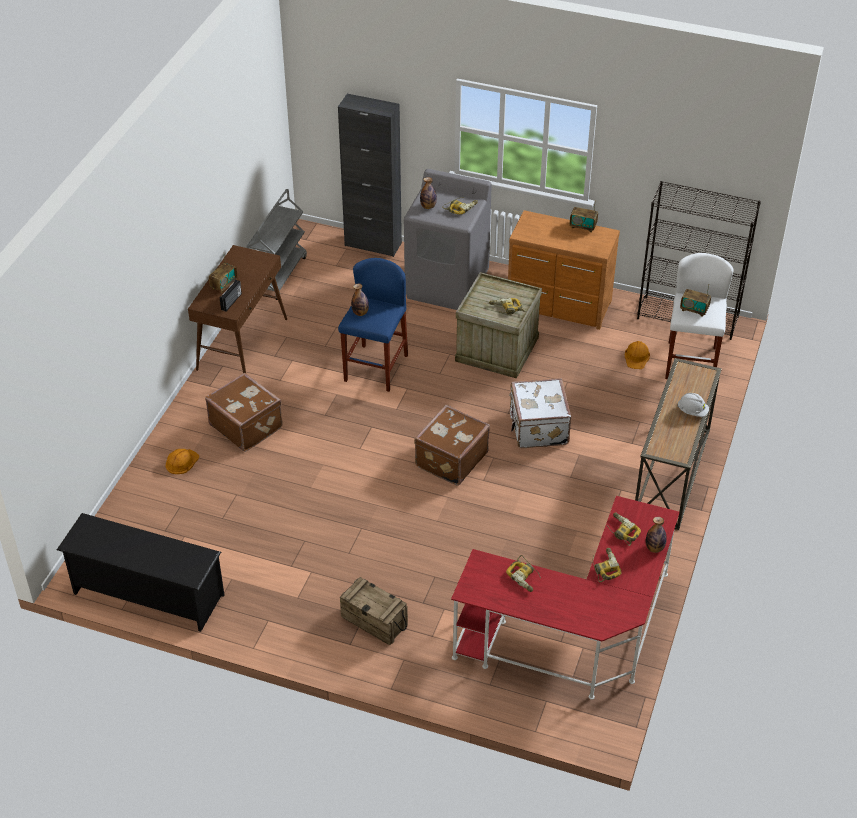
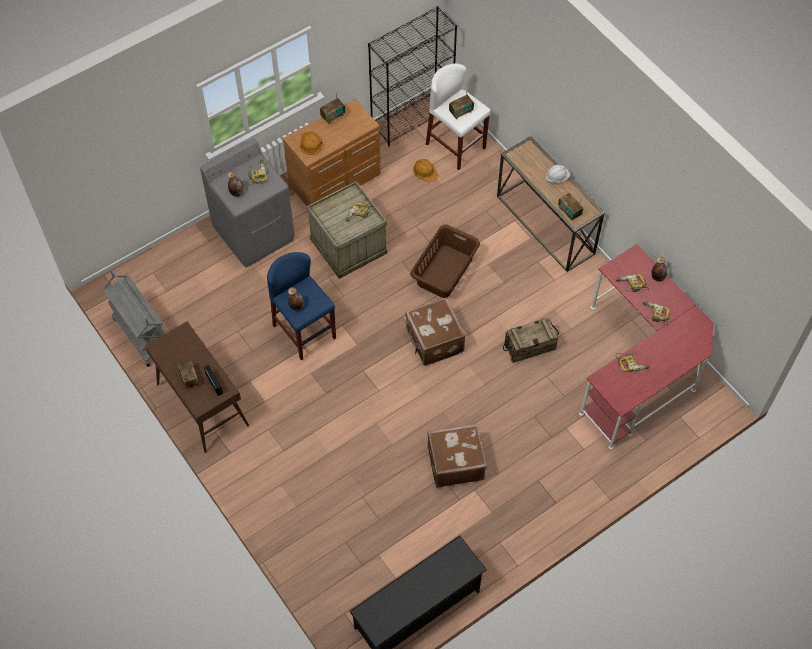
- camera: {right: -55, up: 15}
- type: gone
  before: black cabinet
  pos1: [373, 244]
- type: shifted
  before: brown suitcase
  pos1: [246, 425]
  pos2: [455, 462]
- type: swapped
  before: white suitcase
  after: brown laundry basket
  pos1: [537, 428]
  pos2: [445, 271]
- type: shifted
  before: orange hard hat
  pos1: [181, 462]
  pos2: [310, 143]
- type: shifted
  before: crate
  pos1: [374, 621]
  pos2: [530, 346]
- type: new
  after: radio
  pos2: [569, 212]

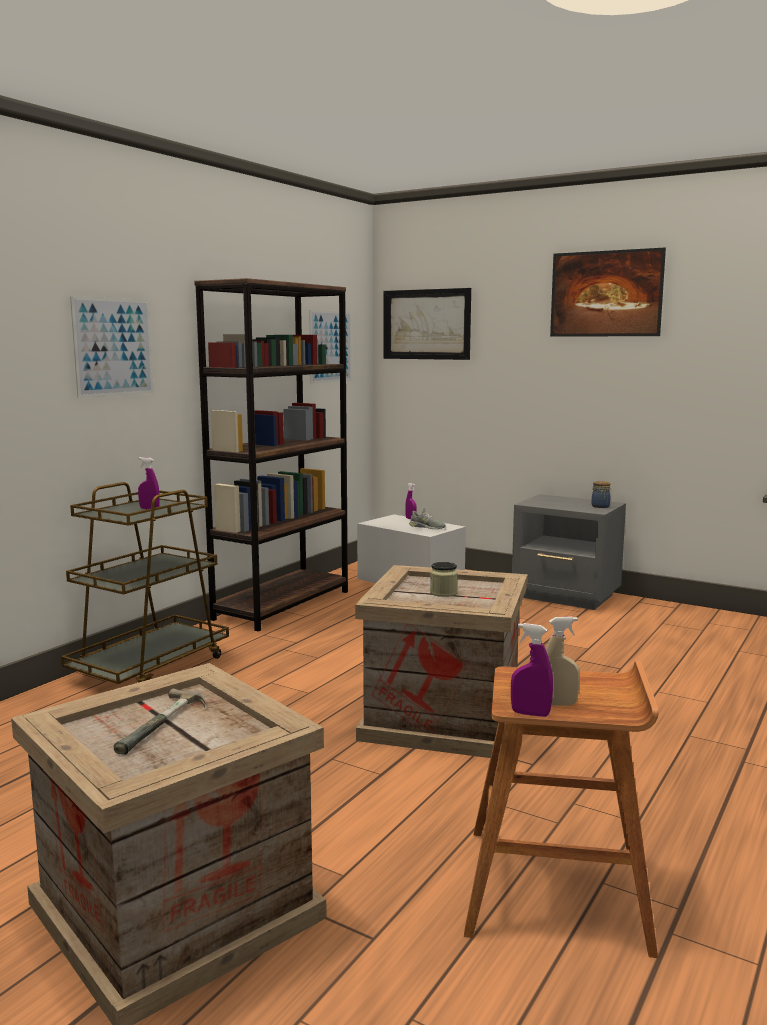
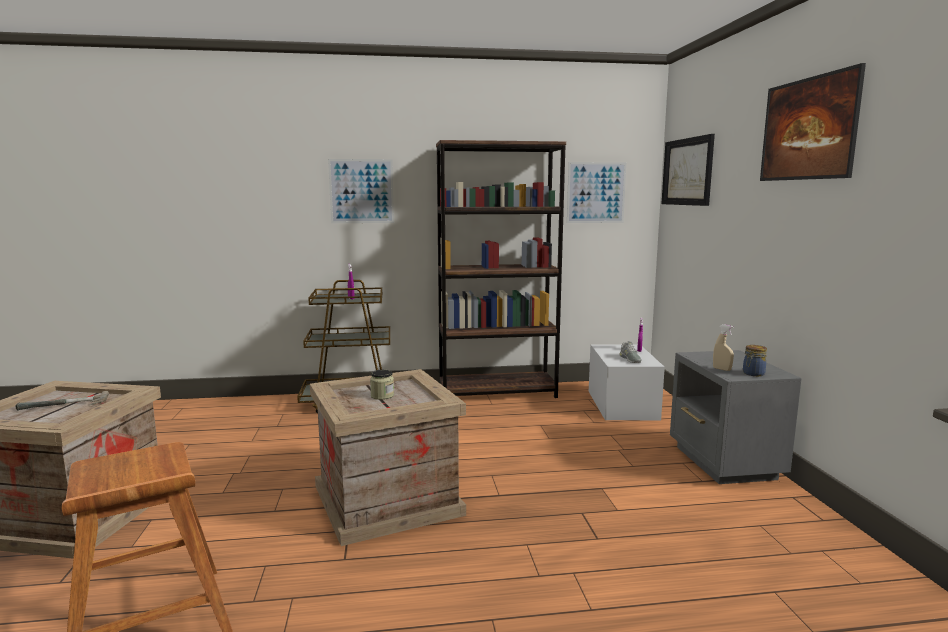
- camera: {right: 50, up: 0}
- type: shifted
  before: beige spray bottle
  pos1: [558, 704]
  pos2: [722, 369]
- type: gone
  before: purple spray bottle
  pos1: [530, 714]

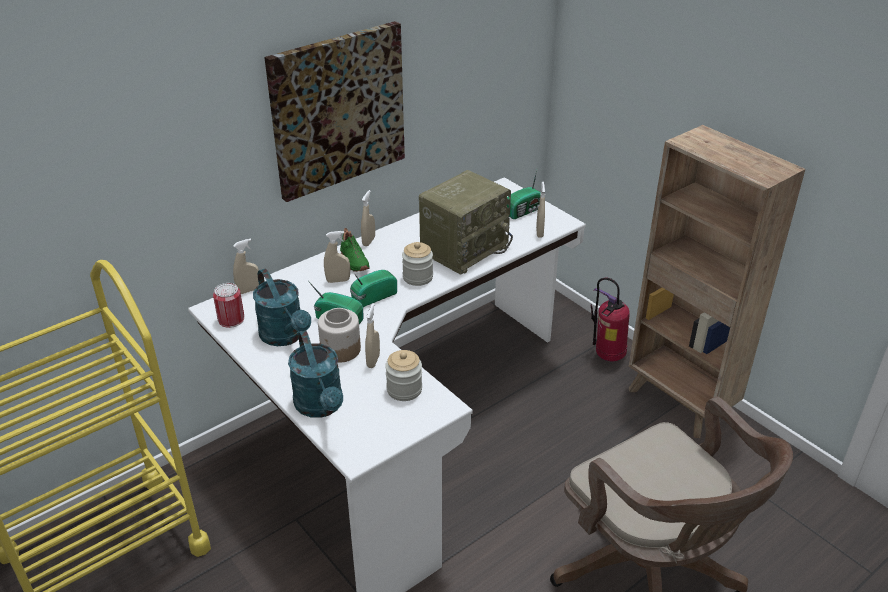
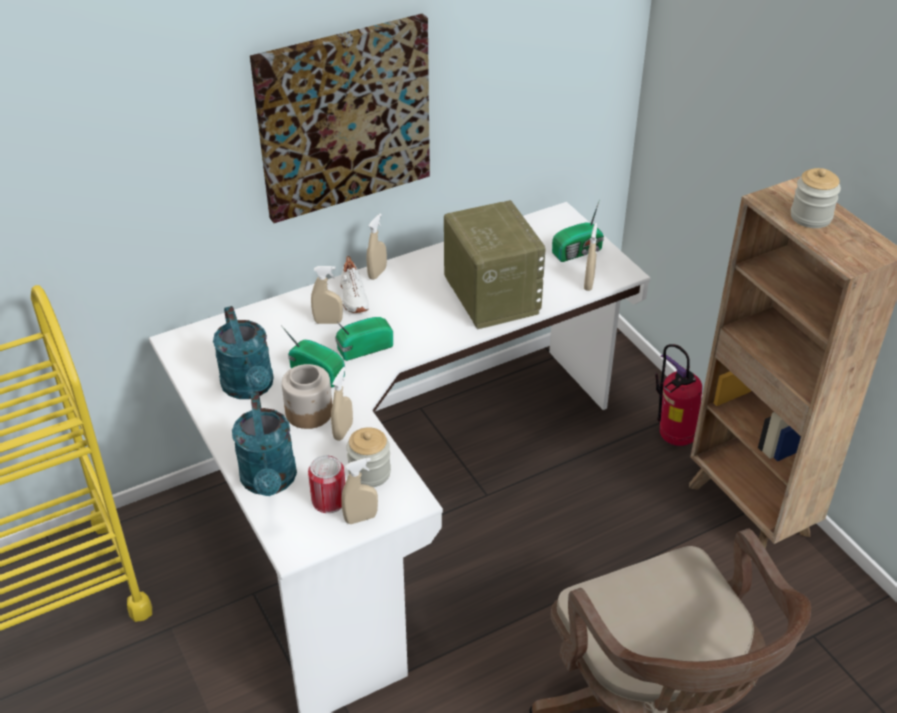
- camera: {right: 10, up: 5}
- type: rotated
  before: radio
  pos1: [464, 248]
  pos2: [490, 296]
  turn: -75
- type: repainted
  before: green shoe
  after: white shoe
  pos1: [353, 261]
  pos2: [352, 297]
- type: shifted
  before: beige spray bottle
  pos1: [249, 290]
  pos2: [361, 518]
- type: shifted
  before: jar
  pos1: [417, 277]
  pos2: [810, 217]
- type: shifted
  before: can
  pos1: [231, 319]
  pos2: [329, 500]

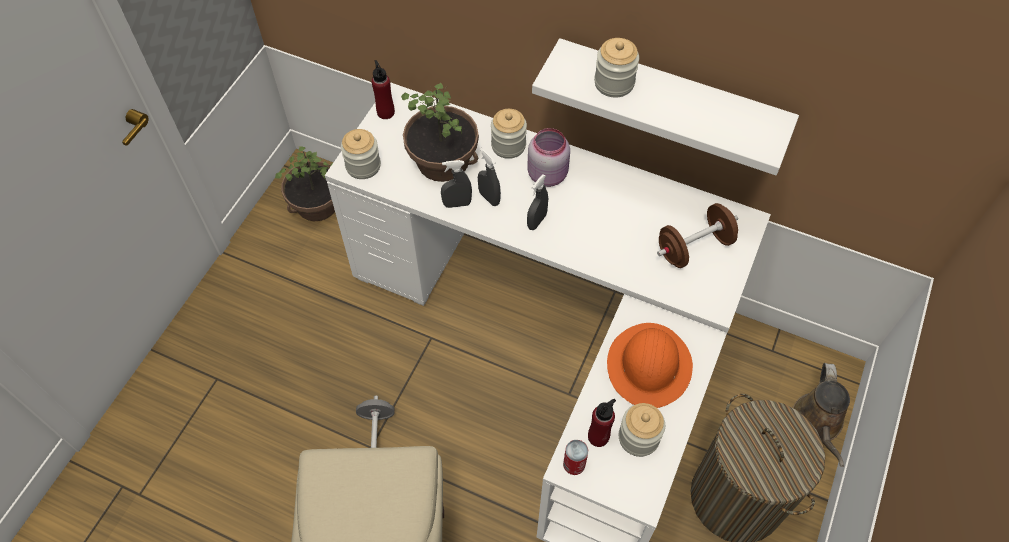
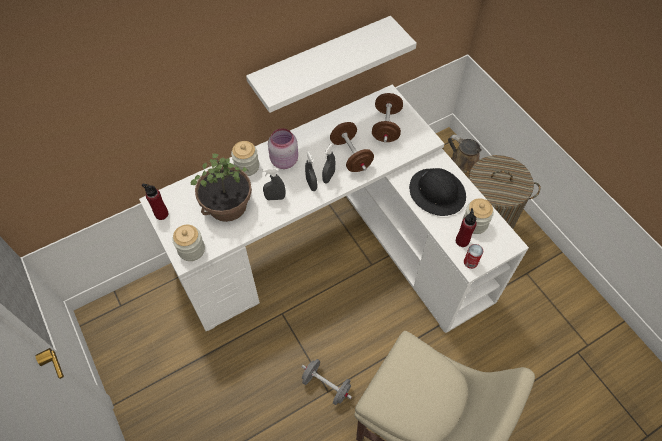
- camera: {right: -55, up: 0}
- type: gone
  before: jar
  pos1: [614, 83]
- type: gone
  before: potted plant
  pos1: [317, 204]
- type: shifted
  before: grey spray bottle
  pos1: [457, 204]
  pos2: [328, 177]
- type: repainted
  before: orange hard hat
  after: black hard hat
  pos1: [649, 366]
  pos2: [437, 192]
- type: new
  after: brown dumbbell
  pos2: [351, 155]

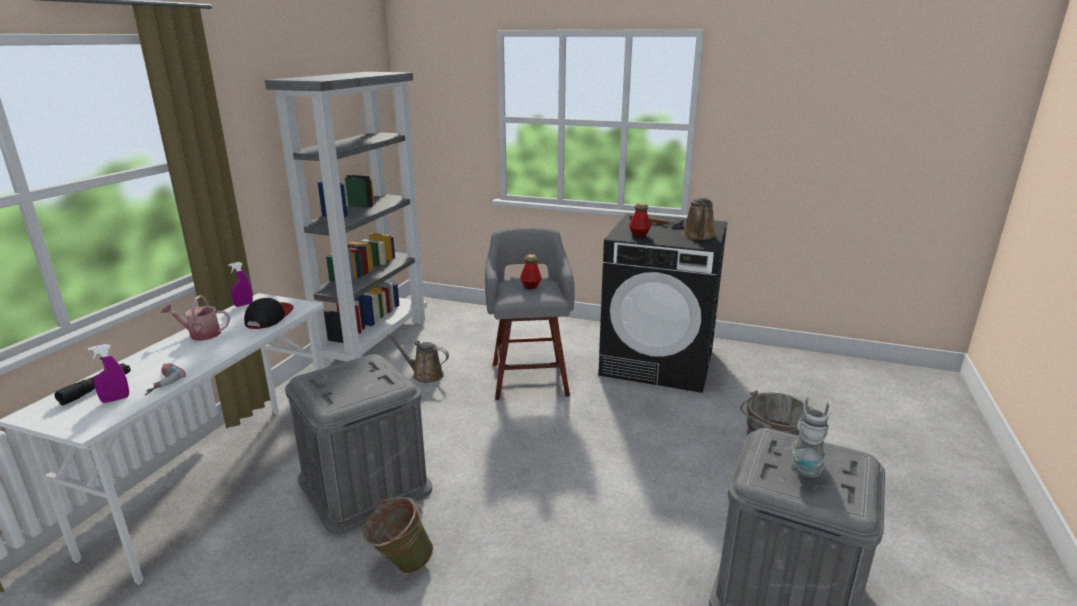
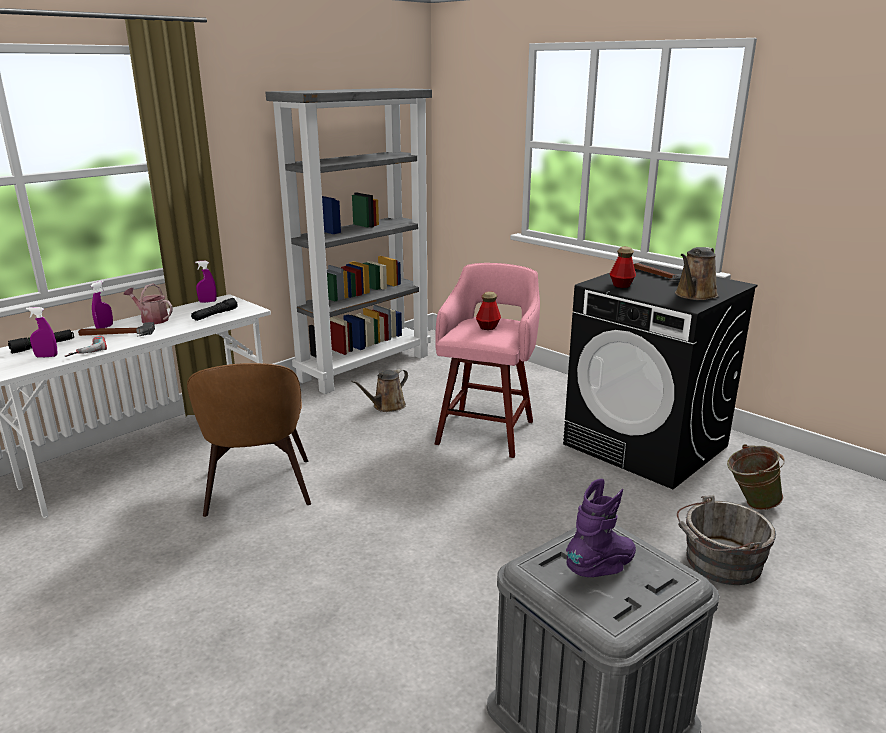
- camera: {right: 25, up: 0}
- type: repainted
  before: grey stool
  after: pink stool
  pos1: [529, 377]
  pos2: [486, 431]
- type: swapped
  before: cap
  after: black flashlight
  pos1: [269, 317]
  pos2: [215, 315]
- type: rotated
  before: brown watering can
  pos1: [425, 374]
  pos2: [386, 406]
  turn: -90
- type: swapped
  before: grey storage box
  after: brown chair
  pos1: [364, 484]
  pos2: [258, 489]
- type: repainted
  before: grey boot
  after: purple boot
  pos1: [805, 468]
  pos2: [602, 569]
- type: shifted
  before: green bucket
  pos1: [400, 565]
  pos2: [749, 503]
- type: new
  after: purple spray bottle
  pos2: [105, 327]
- type: new
  after: hammer
  pos2: [116, 334]

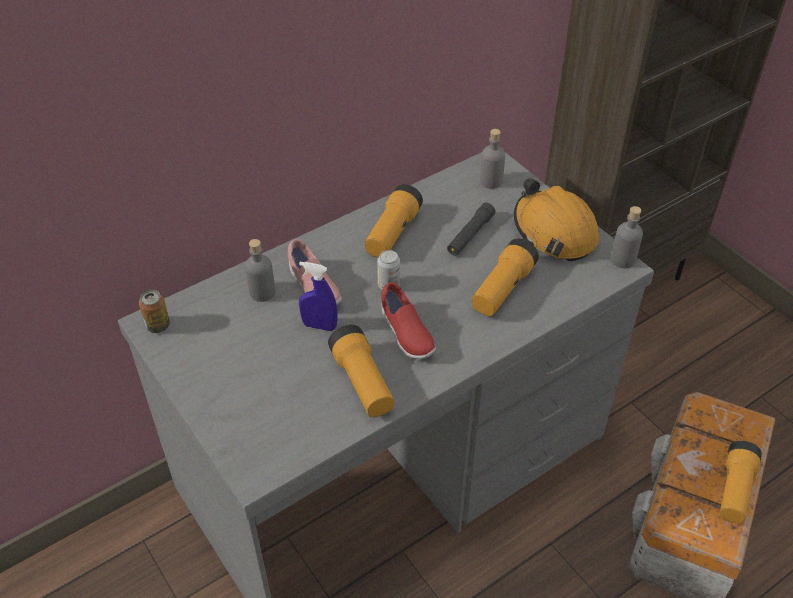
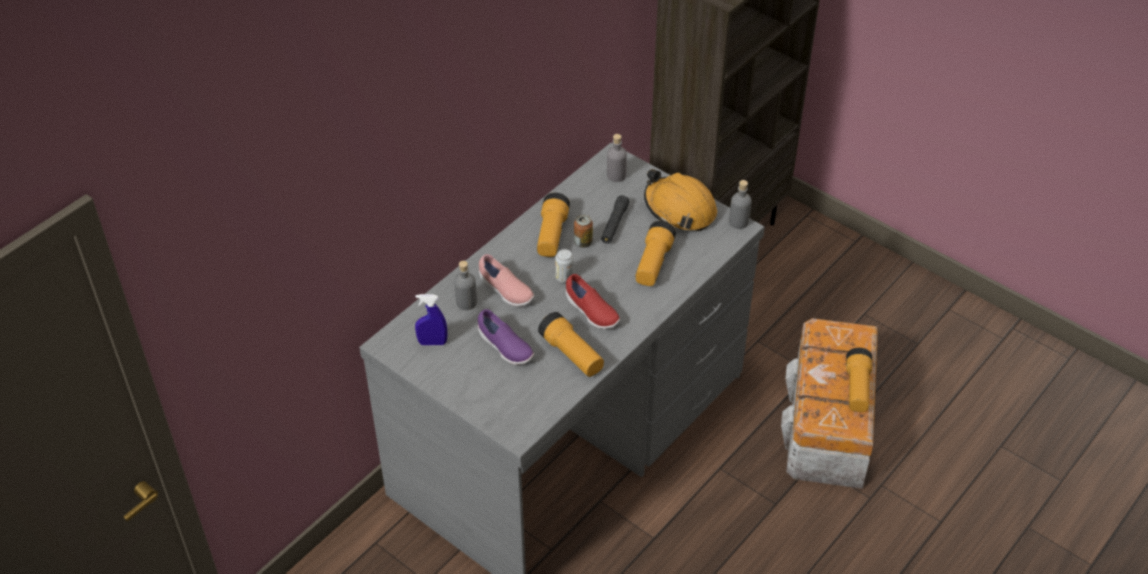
- camera: {right: -15, up: 0}
- type: shifted
  before: blue spray bottle
  pos1: [319, 326]
  pos2: [432, 343]
- type: shifted
  before: can
  pos1: [158, 325]
  pos2: [583, 242]
- type: new
  after: purple shoe
  pos2: [504, 347]

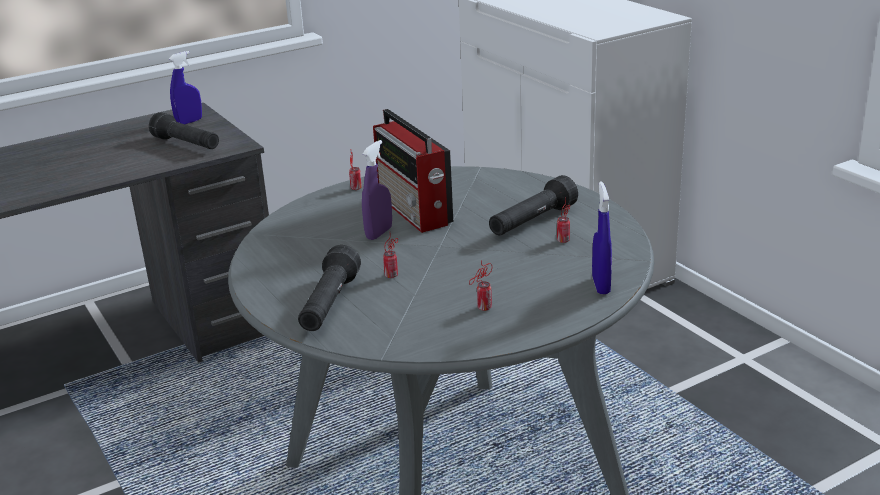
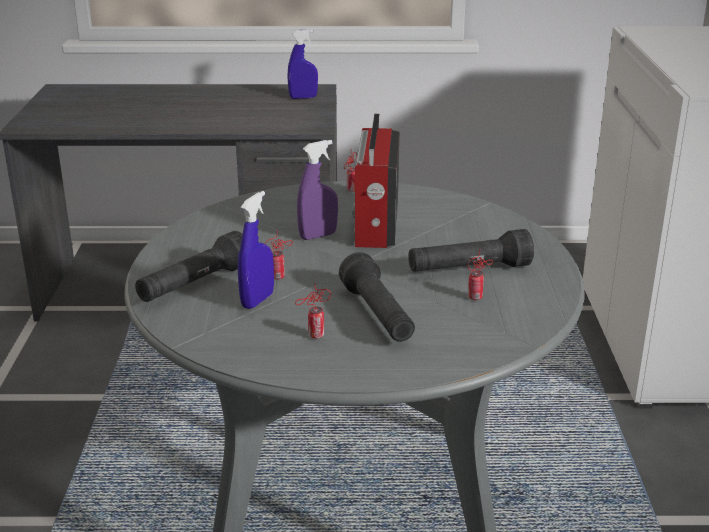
- camera: {right: 30, up: 0}
- type: shifted
  before: black flashlight
  pos1: [187, 145]
  pos2: [378, 315]
- type: shifted
  before: blue spray bottle
  pos1: [601, 285]
  pos2: [257, 300]

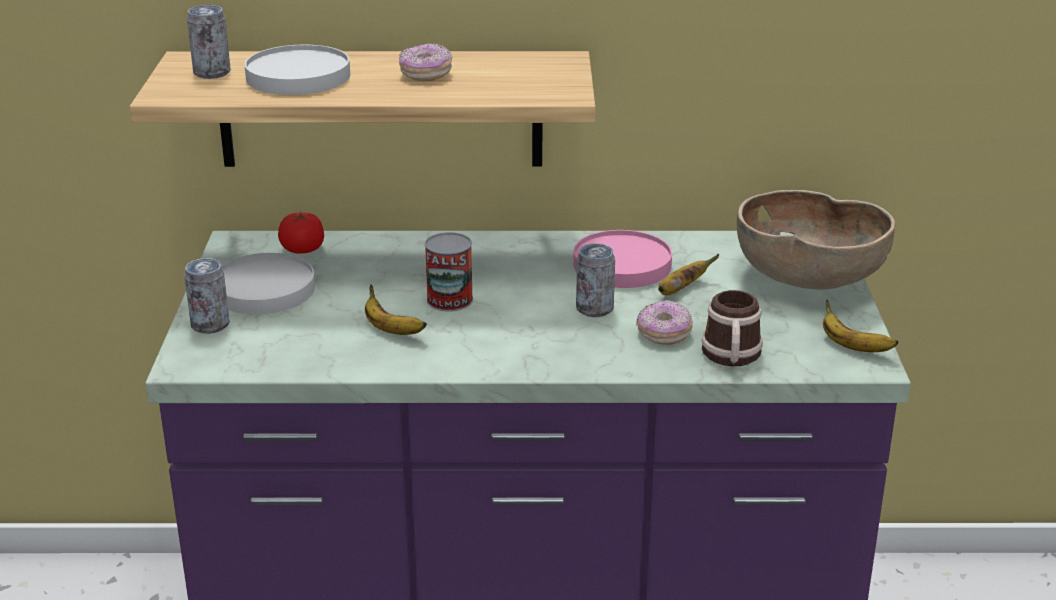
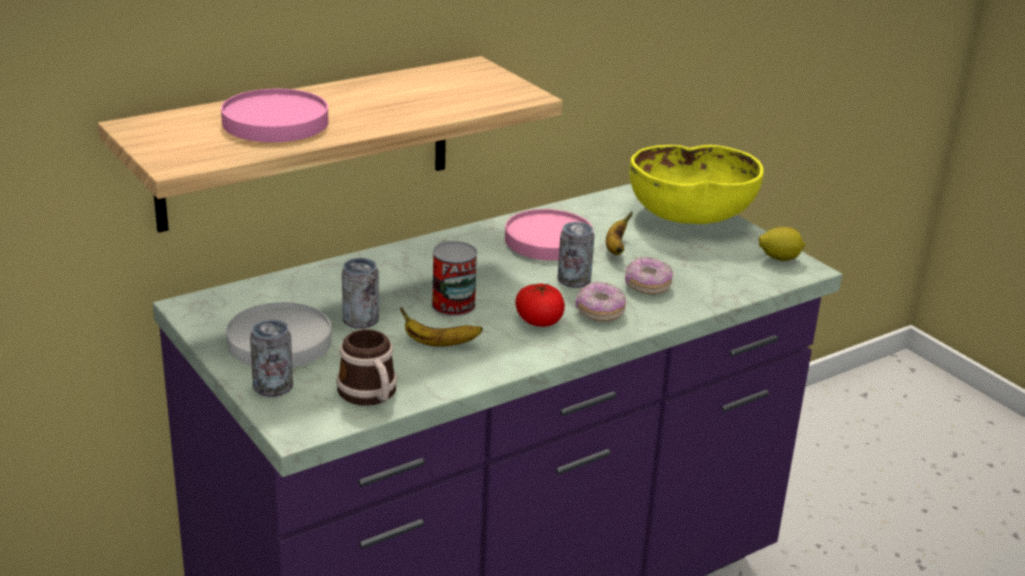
- camera: {right: -35, up: 0}
- type: shifted
  before: can
  pos1: [212, 73]
  pos2: [360, 321]
- type: shifted
  before: donut
  pos1: [426, 74]
  pos2: [599, 312]
- type: repainted
  before: white plate
  after: pink plate
  pos1: [299, 77]
  pos2: [276, 122]
- type: repainted
  before: brown bowl
  after: yellow bowl
  pos1: [808, 279]
  pos2: [690, 217]
- type: shifted
  before: tomato
  pos1: [302, 248]
  pos2: [539, 320]
- type: shifted
  before: mug
  pos1: [731, 357]
  pos2: [370, 395]
- type: swapped
  before: banana
  after: lemon
  pos1: [852, 347]
  pos2: [779, 259]

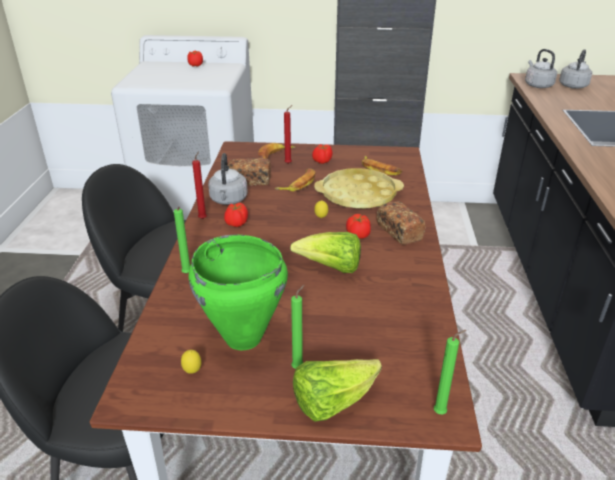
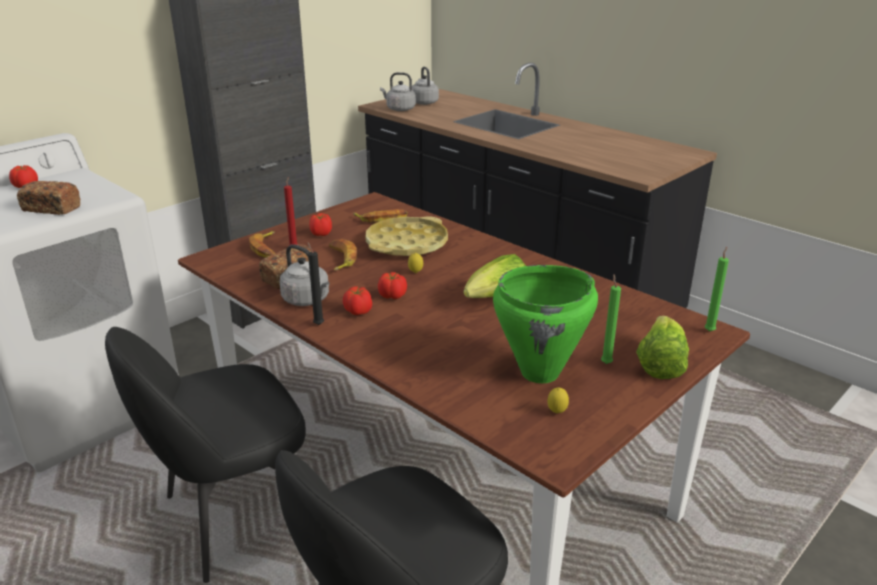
- camera: {right: -50, up: -5}
- type: repainted
  before: red candle
  after: black candle
  pos1: [203, 218]
  pos2: [318, 324]
- type: shifted
  before: bread
  pos1: [399, 231]
  pos2: [51, 209]
- type: gone
  before: green candle
  pos1: [187, 274]
- type: shifted
  before: tomato
  pos1: [357, 235]
  pos2: [393, 296]

